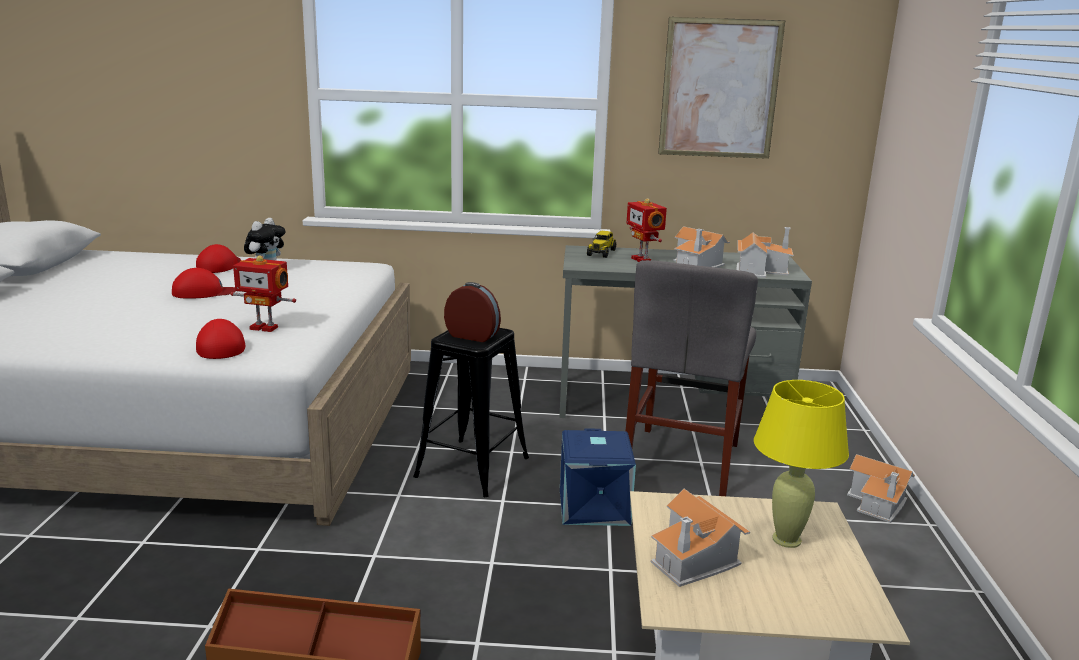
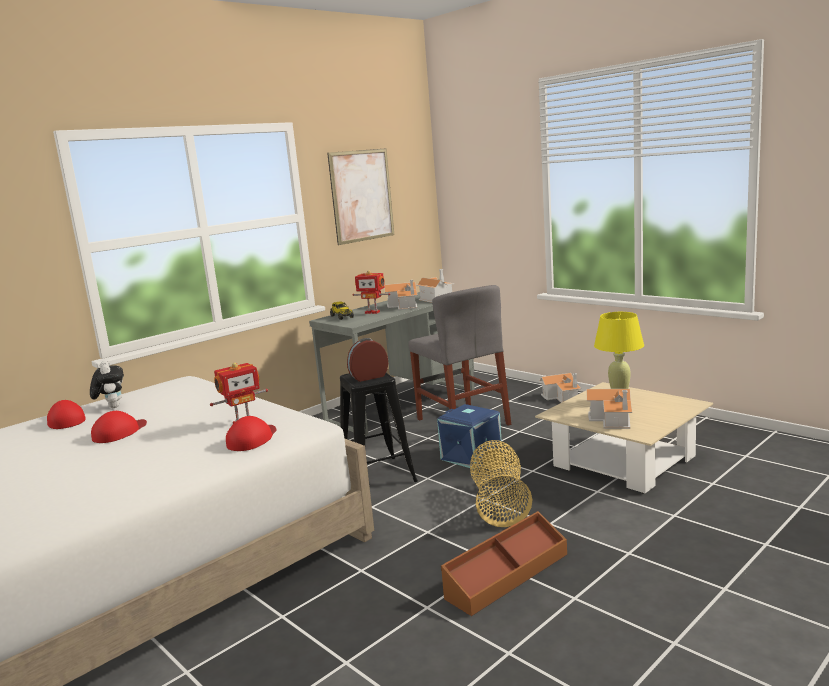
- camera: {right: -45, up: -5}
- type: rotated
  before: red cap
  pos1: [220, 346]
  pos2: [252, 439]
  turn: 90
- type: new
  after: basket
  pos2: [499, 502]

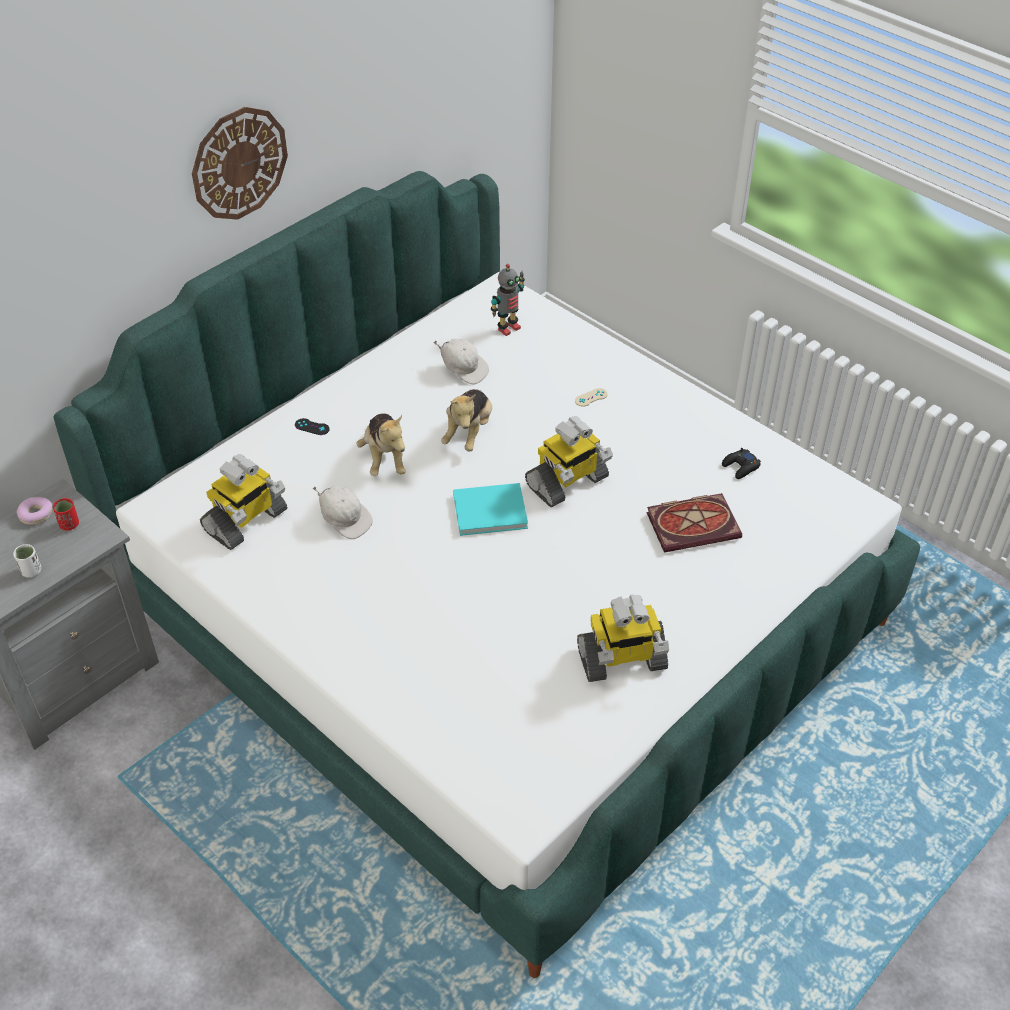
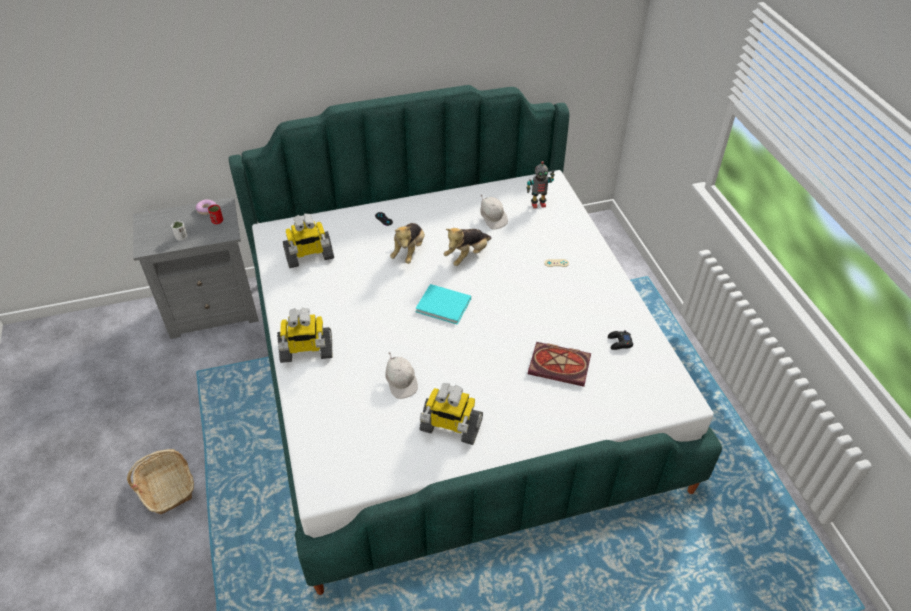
- camera: {right: 30, up: 0}
- type: gone
  before: wall clock
  pos1: [239, 163]
- type: shifted
  before: toy robot
  pos1: [567, 483]
  pos2: [306, 351]
- type: shifted
  before: white cap
  pos1: [345, 520]
  pos2: [401, 382]
- type: new
  after: basket
  pos2: [167, 487]

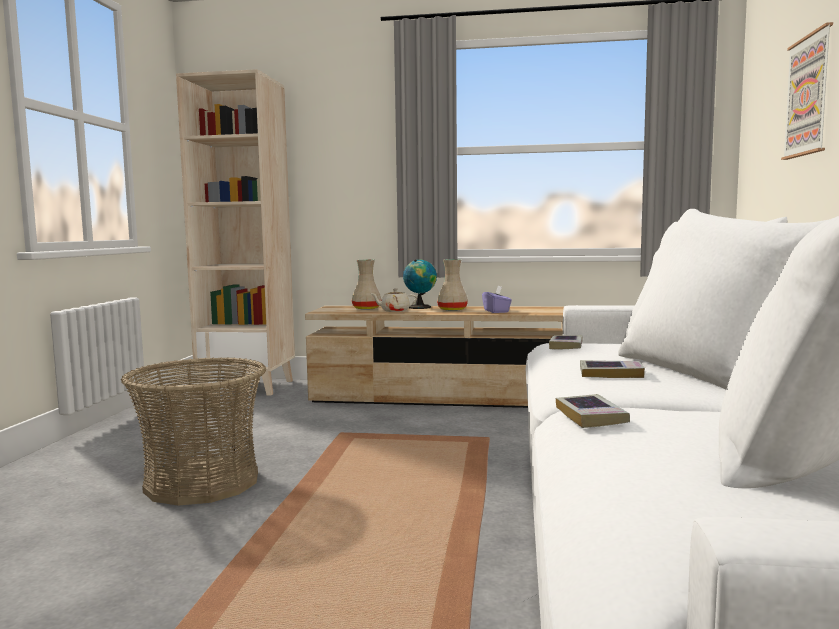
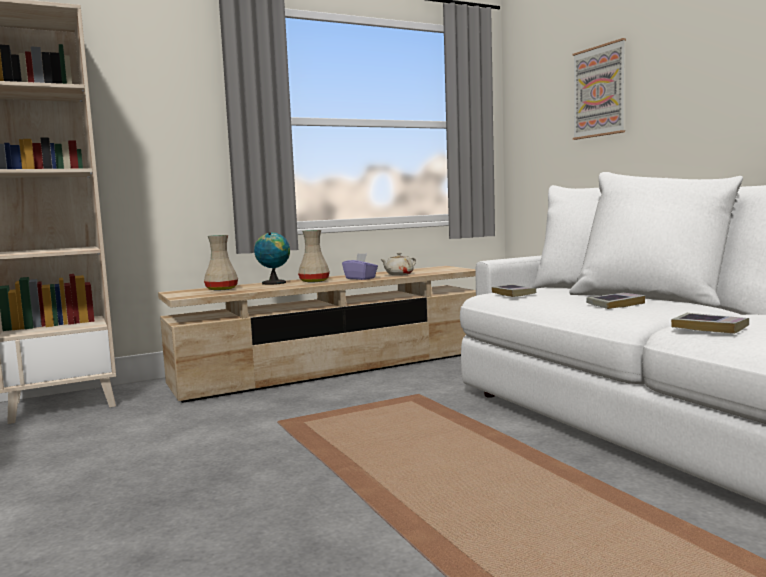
- camera: {right: -35, up: 0}
- type: shifted
  before: beige teapot
  pos1: [394, 311]
  pos2: [399, 274]
- type: gone
  before: basket
  pos1: [202, 482]

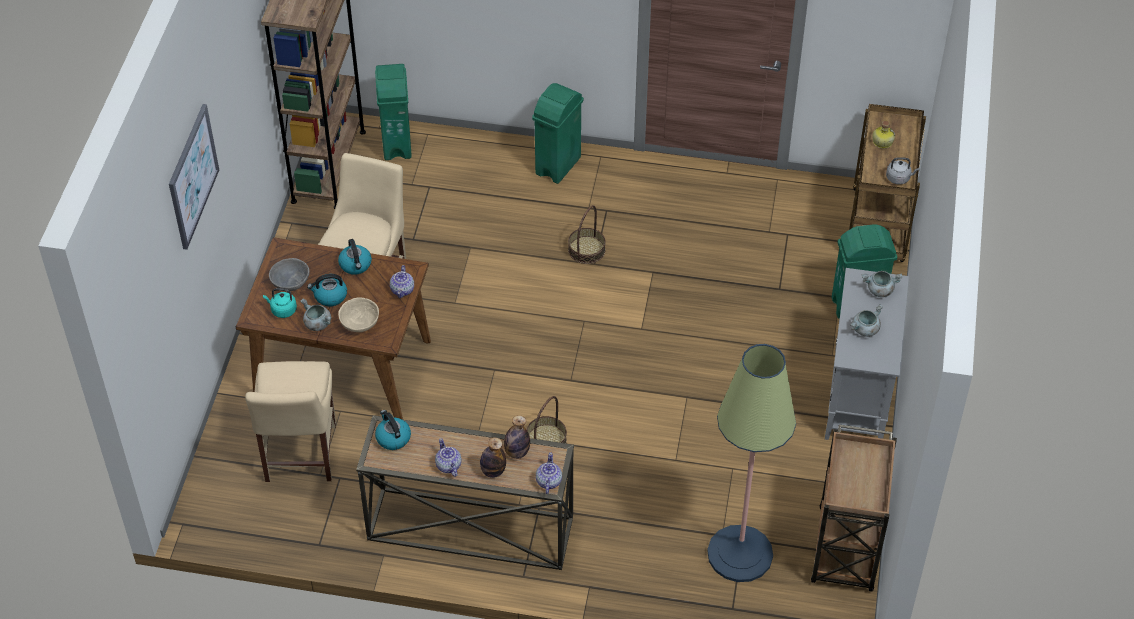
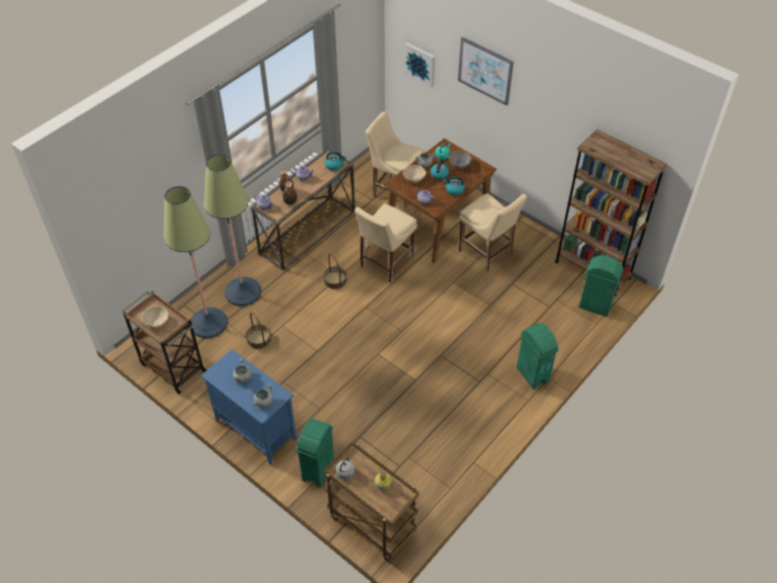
- camera: {right: 120, up: 0}
- type: shifted
  before: basket
  pos1: [586, 250]
  pos2: [259, 339]
- type: repainted
  before: grey cabinet
  after: blue cabinet
  pos1: [858, 398]
  pos2: [255, 429]
- type: new
  after: picture
  pos2: [420, 64]
- type: new
  after: floor lamp
  pos2: [242, 292]
- type: new
  after: beige chair
  pos2: [385, 264]
- type: new
  after: beige bowl
  pos2: [156, 322]

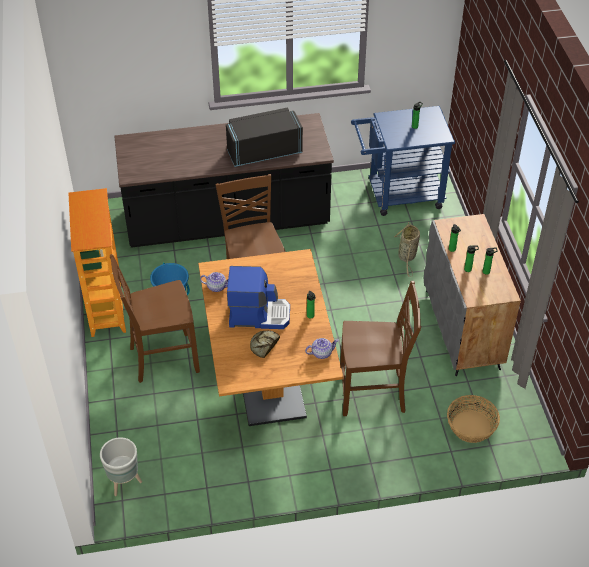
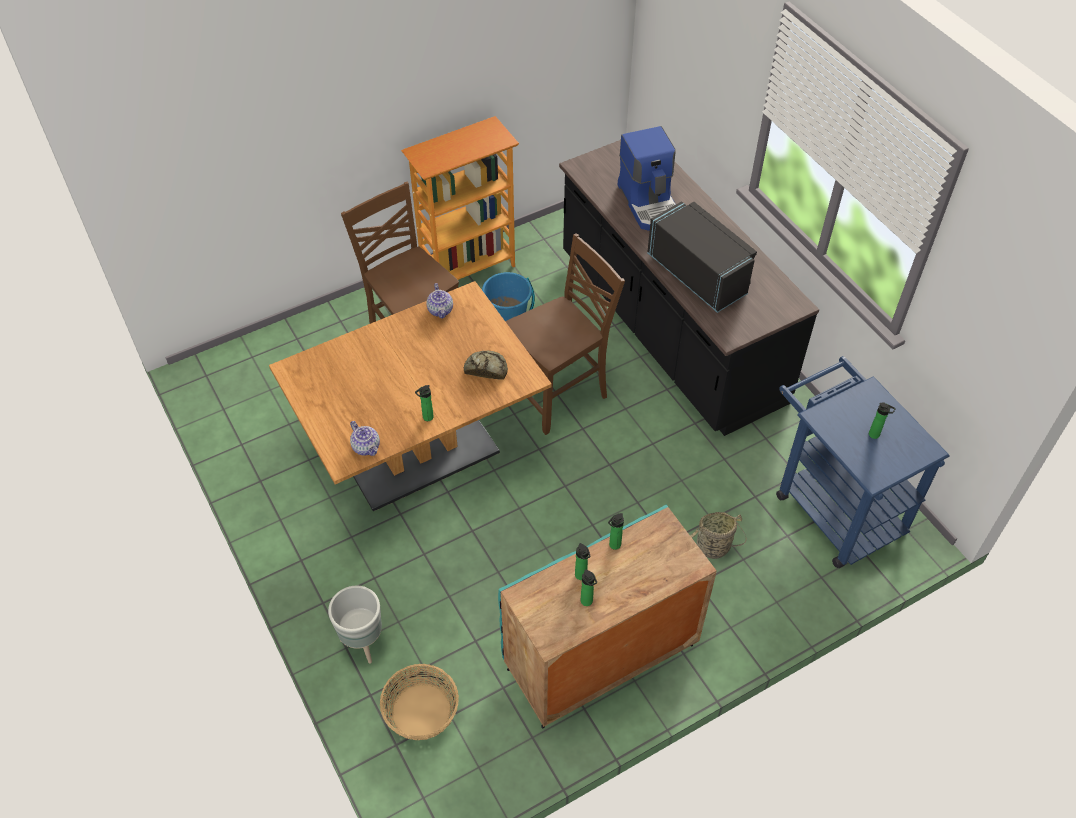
- camera: {right: 70, up: 5}
- type: repainted
  before: grey cabinet
  after: turquoise cabinet
  pos1: [462, 329]
  pos2: [599, 658]
- type: shifted
  before: coffee machine
  pos1: [259, 314]
  pos2: [650, 203]
- type: gone
  before: brown chair
  pos1: [373, 394]
- type: shifted
  before: bread
  pos1: [264, 345]
  pos2: [486, 368]
- type: shifted
  before: grey planter
  pos1: [124, 482]
  pos2: [363, 642]

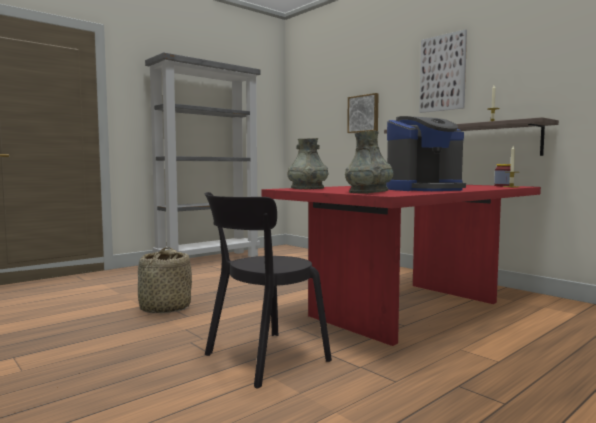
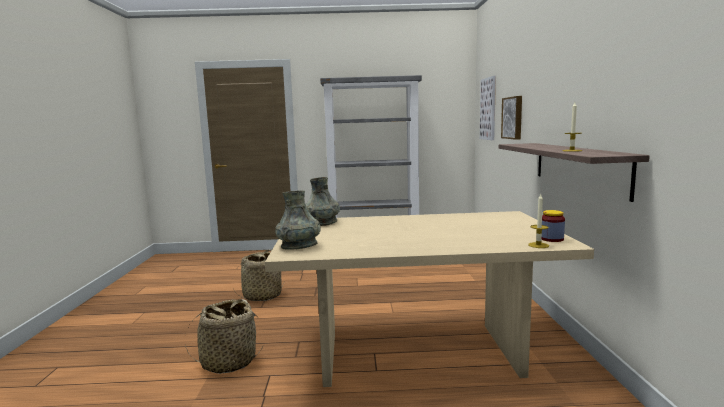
- camera: {right: 40, up: 5}
- type: shifted
  before: picture
  pos1: [442, 73]
  pos2: [488, 109]
- type: gone
  before: coffee machine
  pos1: [425, 189]
- type: repainted
  before: red dining table
  after: beige dining table
  pos1: [406, 308]
  pos2: [418, 352]
- type: swapped
  before: black chair
  after: basket
  pos1: [262, 359]
  pos2: [228, 362]

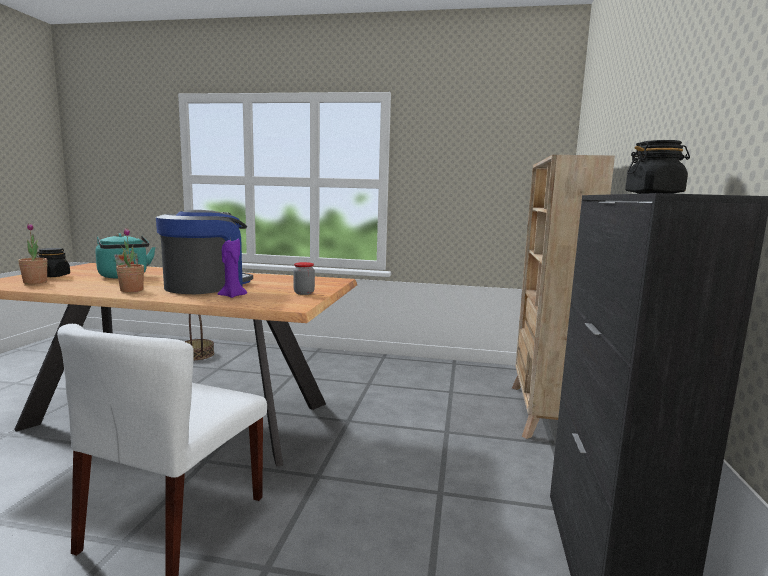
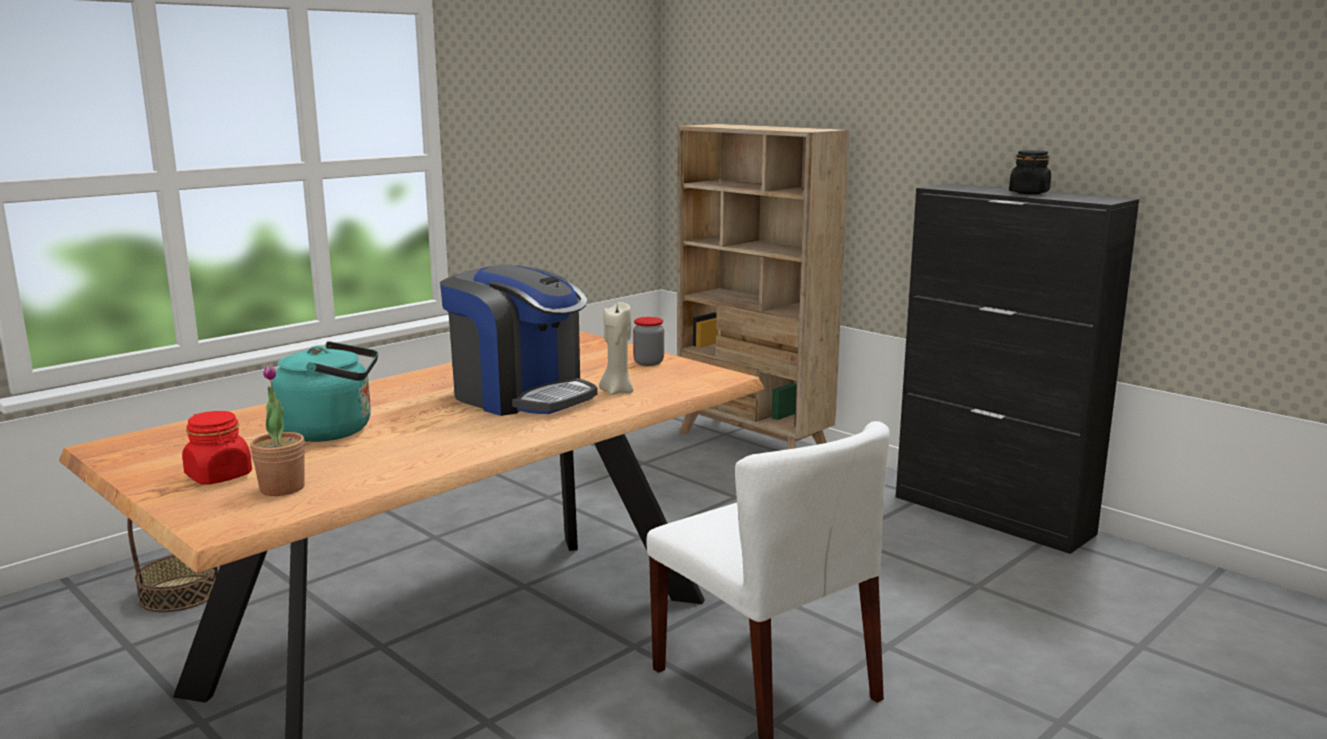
- camera: {right: -55, up: 5}
- type: rotated
  before: coffee machine
  pos1: [206, 286]
  pos2: [521, 396]
  turn: 150
- type: gone
  before: potted plant
  pos1: [132, 290]
- type: repainted
  before: purple candle
  after: beige candle
  pos1: [232, 296]
  pos2: [617, 391]
- type: repainted
  before: black jar
  after: red jar
  pos1: [53, 276]
  pos2: [219, 476]

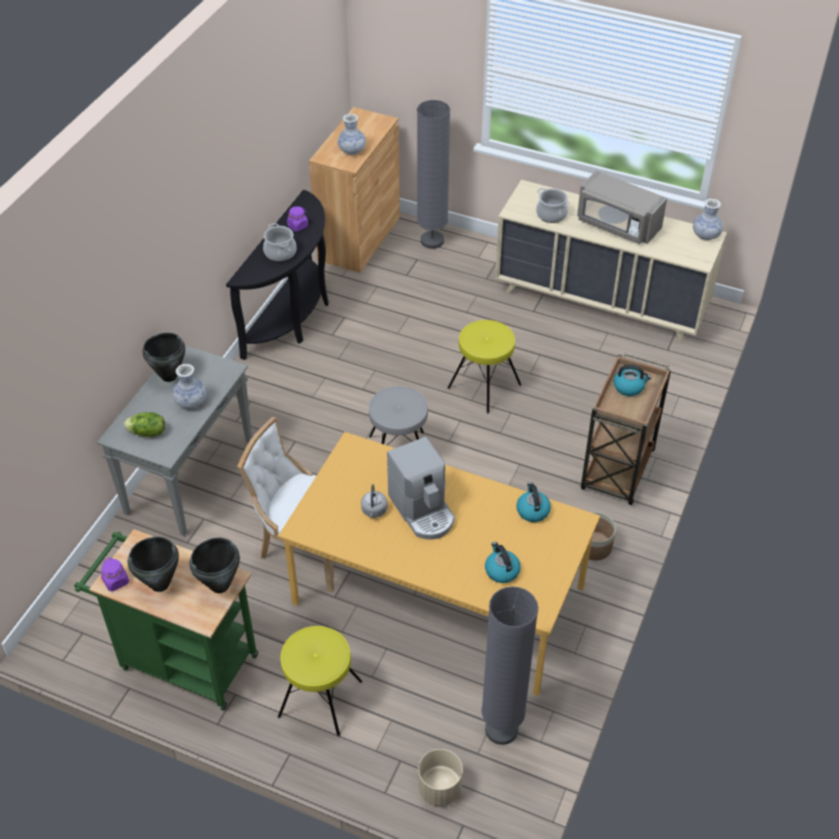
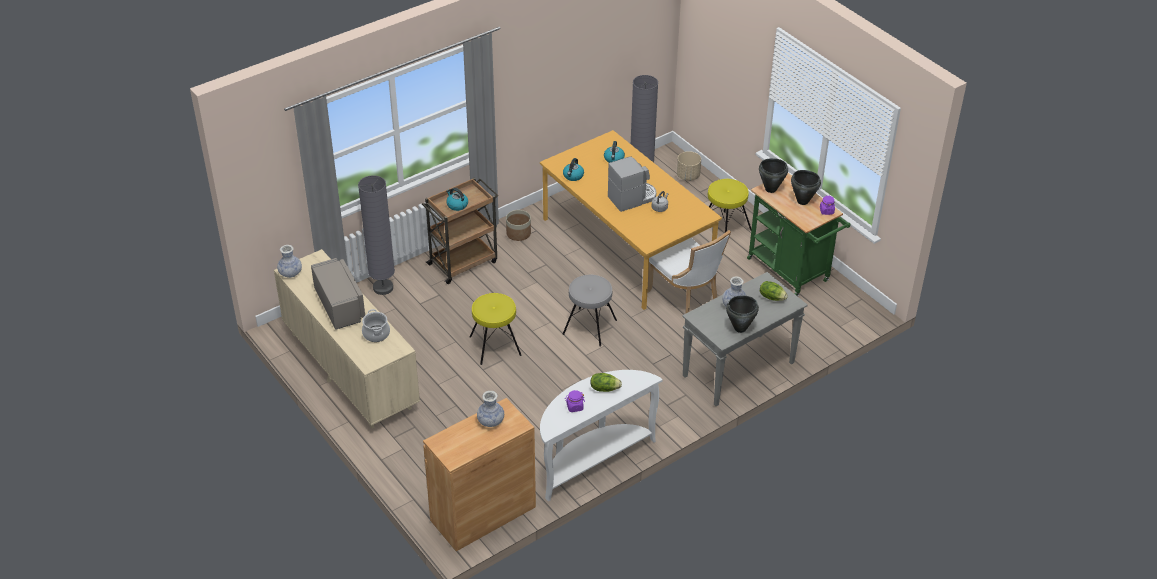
- camera: {right: -150, up: -5}
- type: shifted
  before: grey floor lamp
  pos1: [432, 241]
  pos2: [383, 288]
- type: repainted
  before: black console table
  after: white console table
  pos1: [293, 317]
  pos2: [591, 460]
- type: swapped
  before: cooking pot
  after: lettuce
  pos1: [280, 253]
  pos2: [604, 388]
- type: rotated
  before: coffee machine
  pos1: [423, 510]
  pos2: [632, 198]
  turn: 60

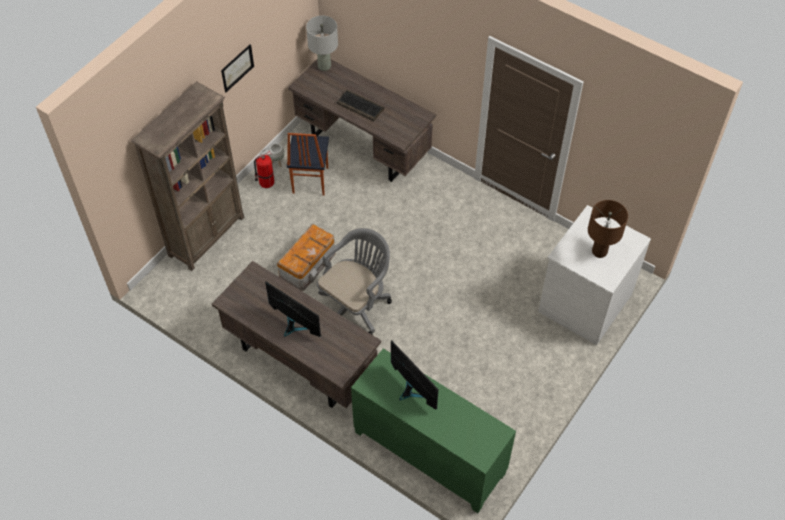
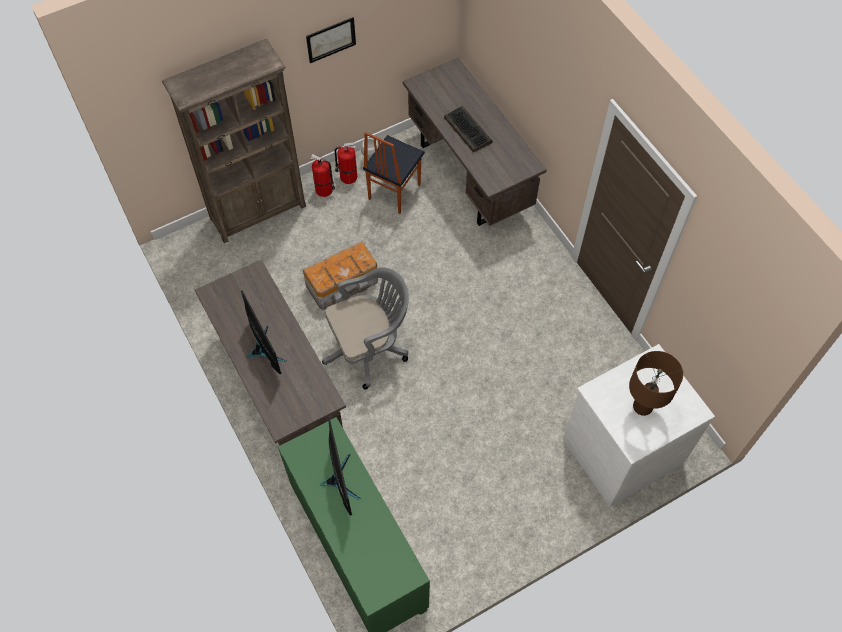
- camera: {right: 25, up: 5}
- type: gone
  before: grey table lamp
  pos1: [324, 66]
- type: new
  after: fire extinguisher
  pos2: [325, 190]

